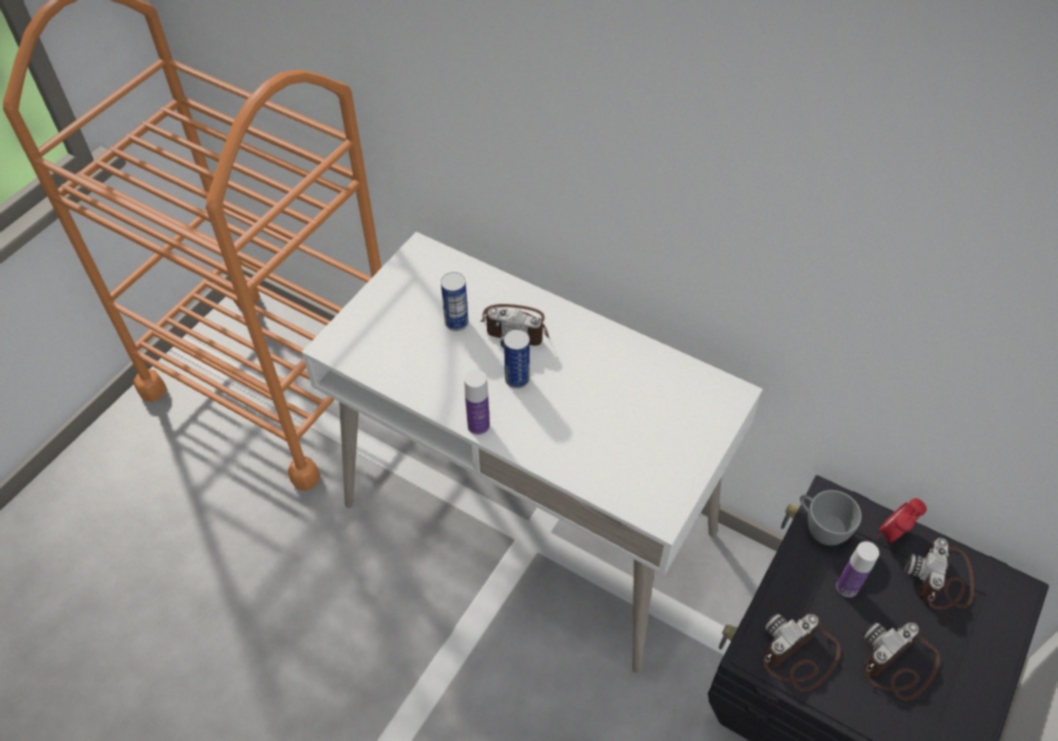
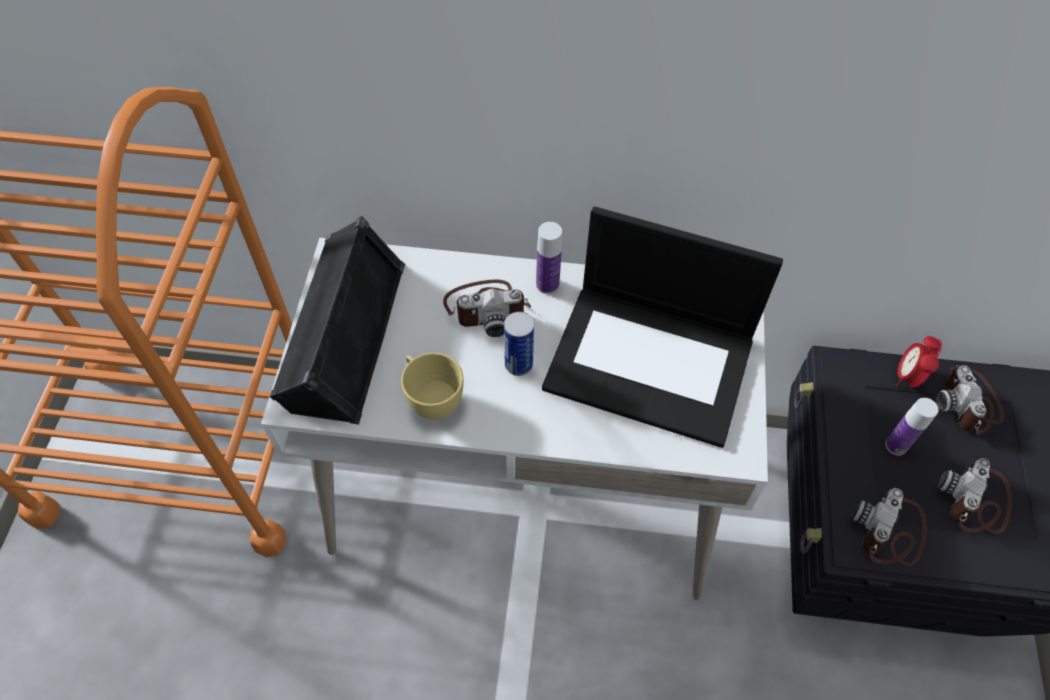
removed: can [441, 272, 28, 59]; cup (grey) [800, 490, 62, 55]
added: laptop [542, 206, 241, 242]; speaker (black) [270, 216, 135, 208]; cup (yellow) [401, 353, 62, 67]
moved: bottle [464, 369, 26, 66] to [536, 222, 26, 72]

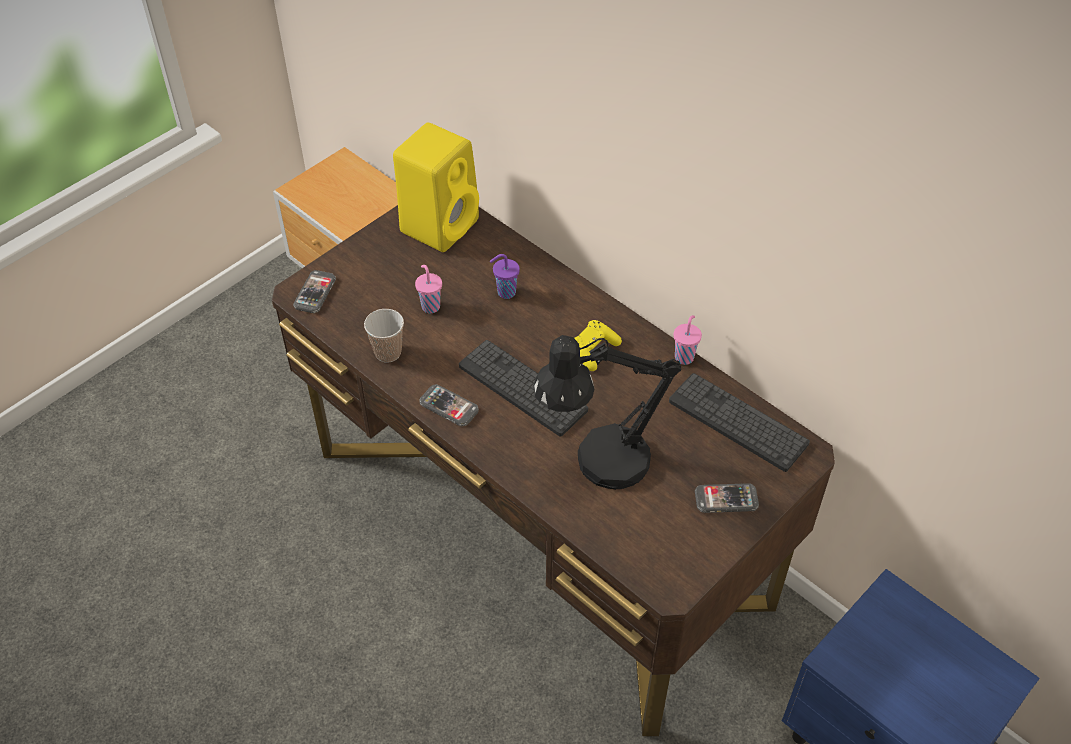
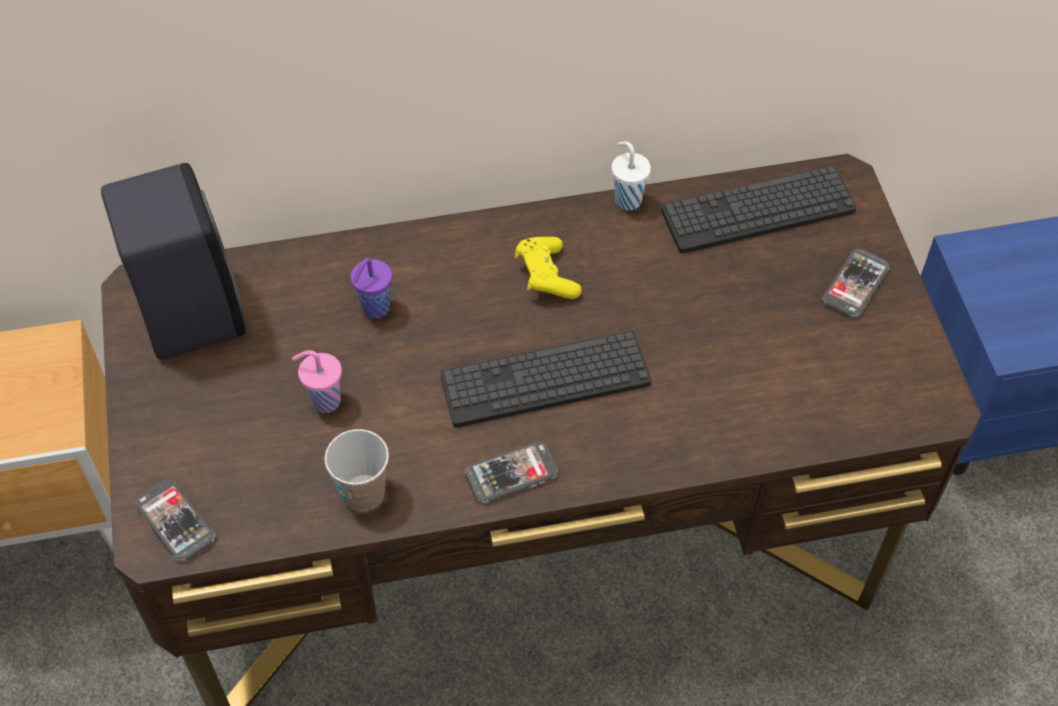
removed: table lamp (black) [533, 335, 149, 155]
recoloured: speaker (yellow) [393, 123, 86, 129] to speaker (black) [101, 163, 145, 197]; cup (pink) [674, 315, 28, 50] to cup (white) [612, 142, 39, 68]

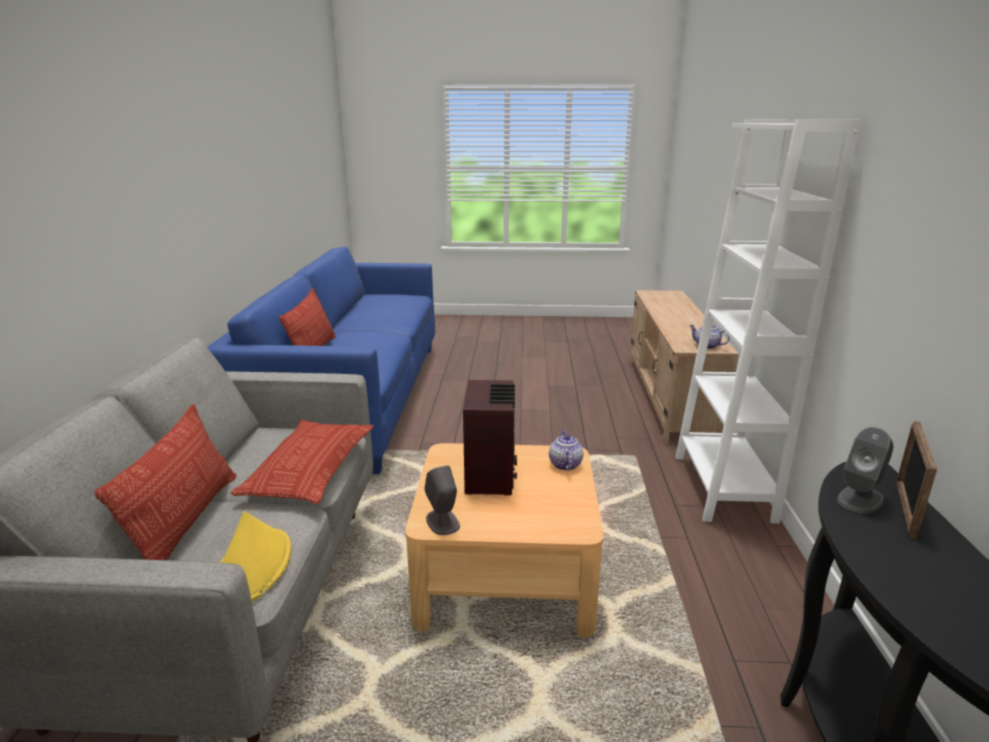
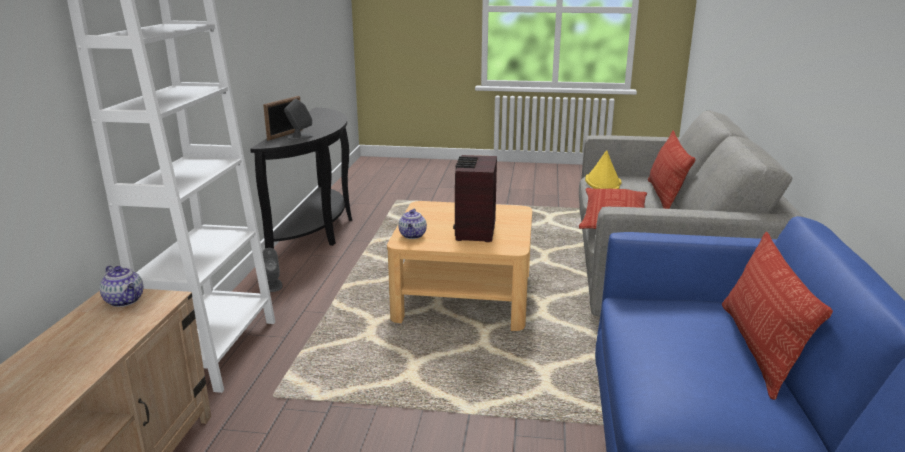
moved: speaker (grey) [424, 466, 36, 69] to [262, 248, 21, 44]

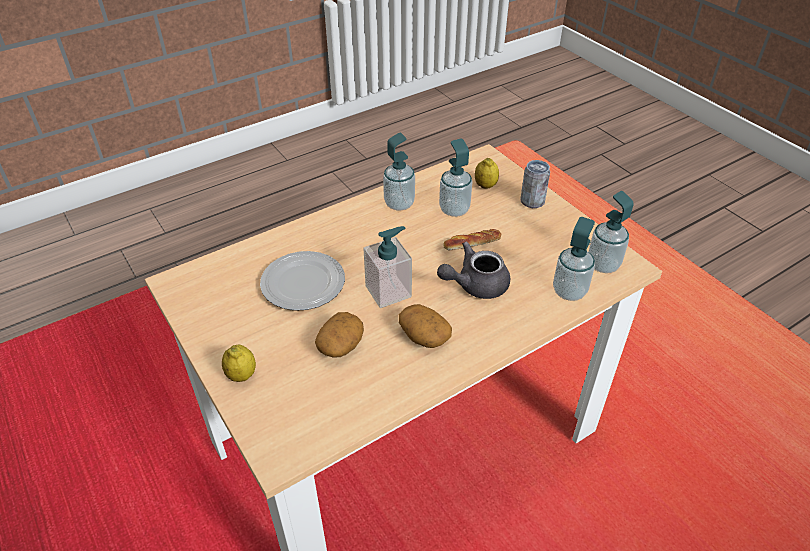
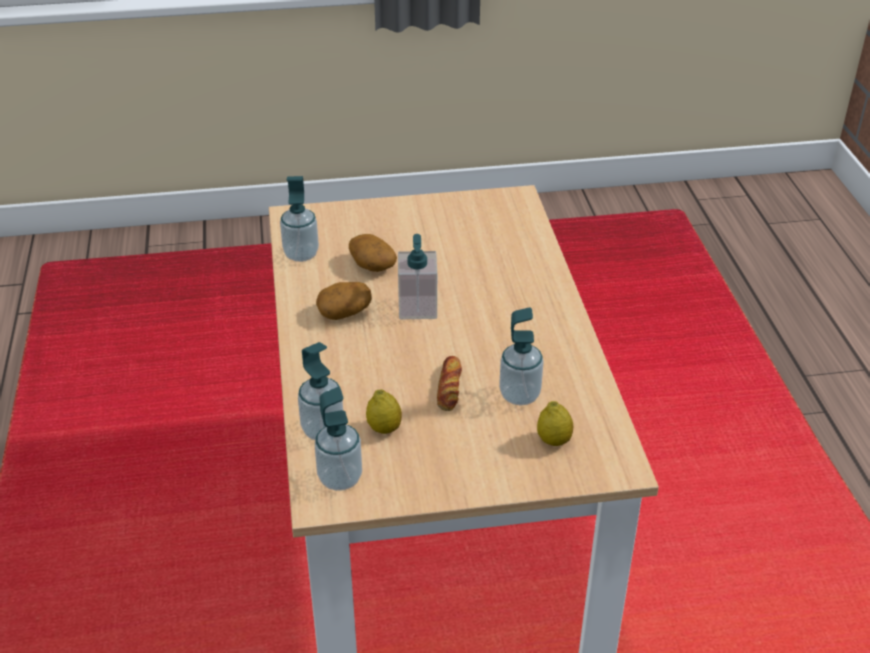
removed: can [520, 160, 30, 48]; teapot (grey) [437, 241, 73, 58]; plate [260, 251, 85, 60]
moved: soap dispenser [383, 133, 32, 78] to [280, 176, 39, 86]; lemon [222, 344, 34, 38] to [366, 389, 36, 45]

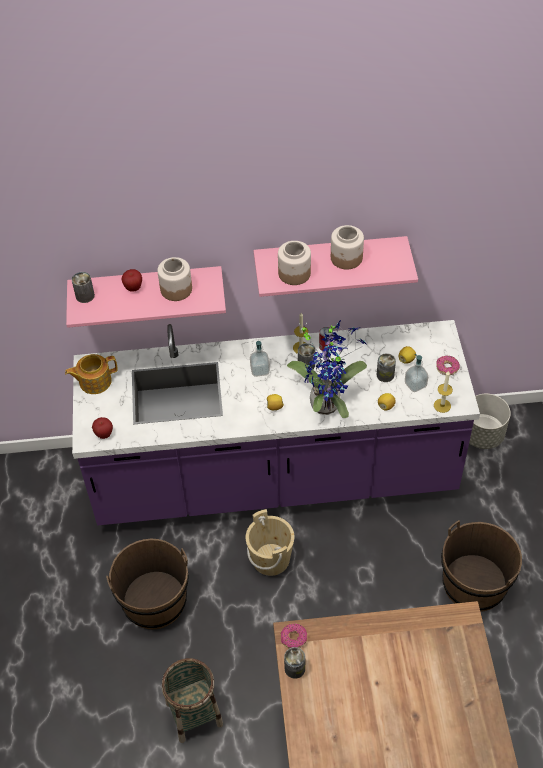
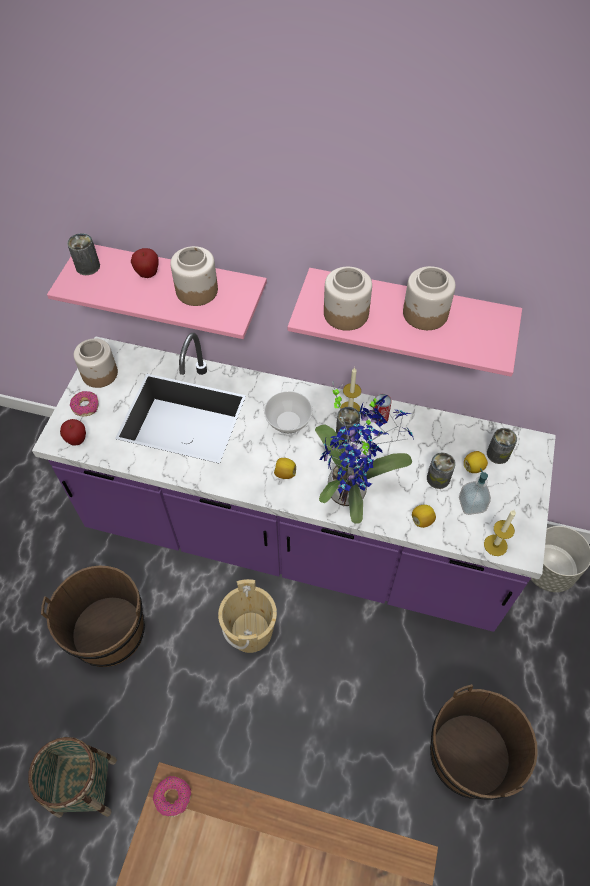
moved: donut [436, 355, 24, 20] to [70, 391, 29, 25]; can [284, 647, 21, 32] to [487, 428, 30, 36]
replaced: soap dispenser [250, 341, 20, 36] to bowl [264, 391, 49, 42]; teapot [65, 354, 53, 40] to jar [74, 338, 44, 50]

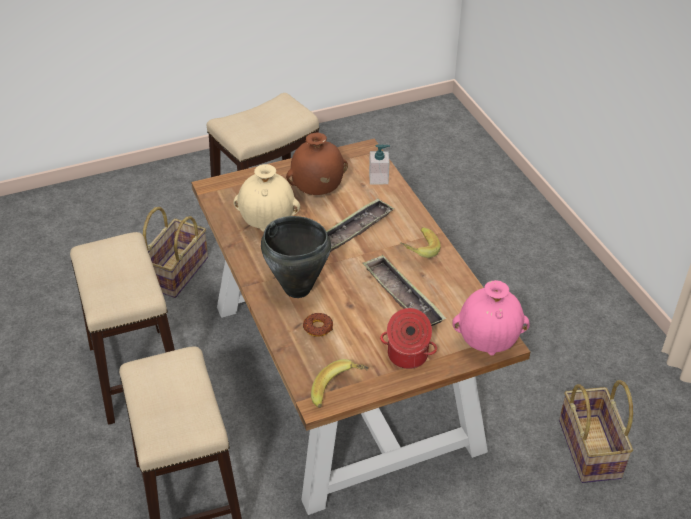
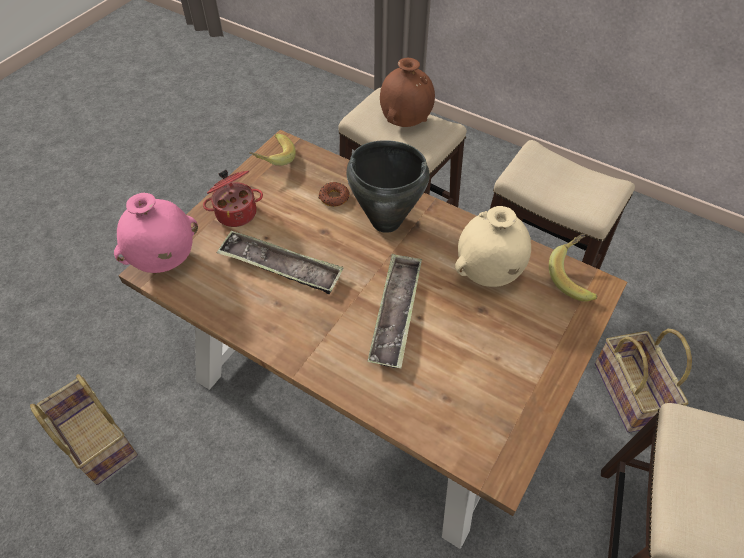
removed: soap dispenser [369, 145, 21, 39]
moved: vase (brown) [286, 133, 62, 62] to [380, 58, 55, 69]; banana [400, 227, 41, 31] to [549, 233, 48, 69]

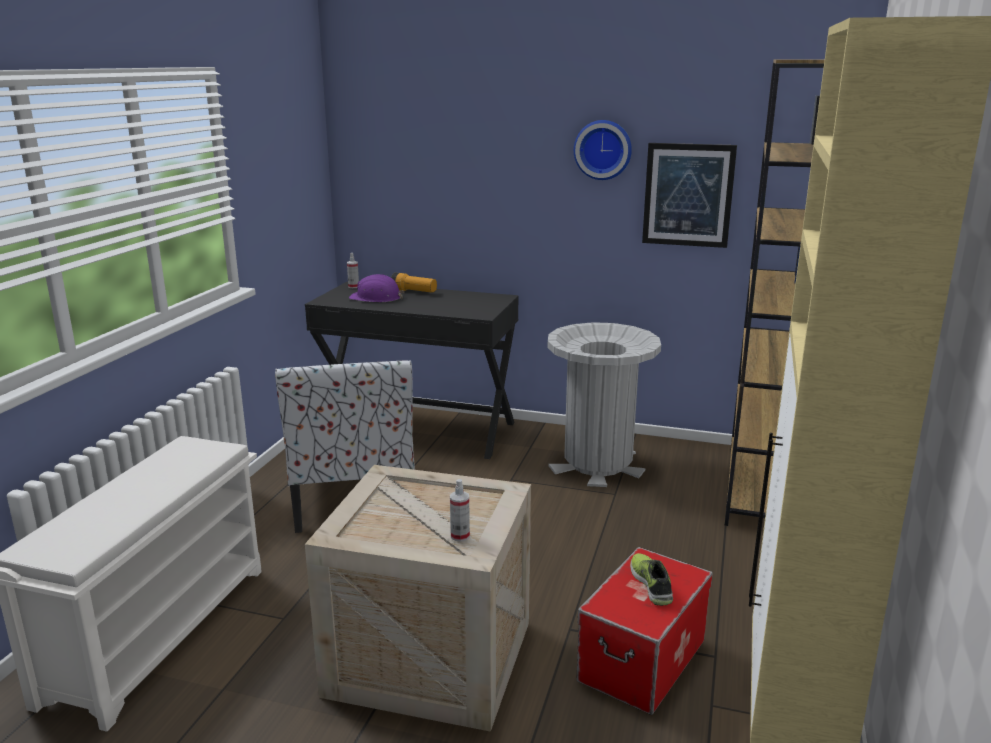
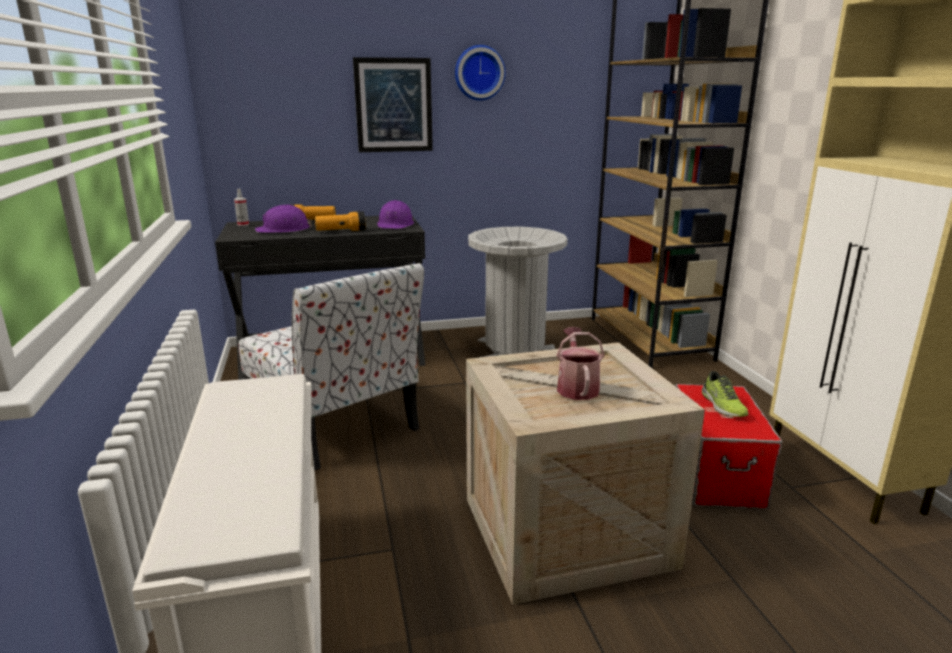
removed: spray bottle [450, 479, 20, 63]
added: hard hat (purple) [377, 200, 37, 29]; flashlight [315, 211, 51, 20]; watering can [556, 327, 49, 73]
moved: picture [642, 143, 95, 105] to [353, 57, 80, 95]
turned: shoe [630, 553, 43, 53] = [702, 371, 47, 46] 150 degrees counterclockwise

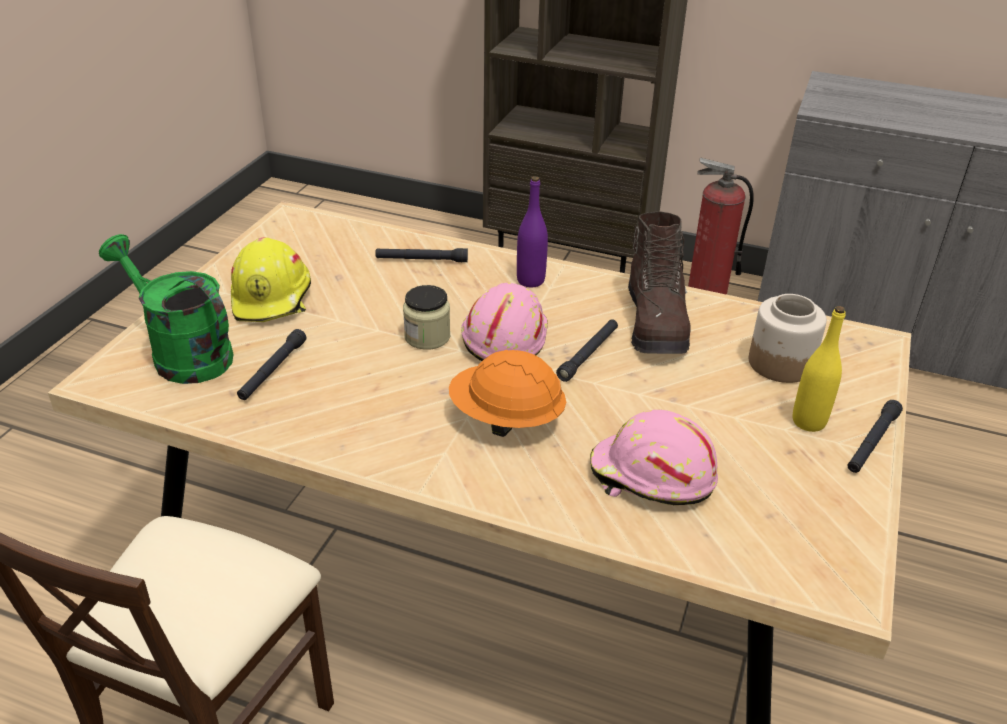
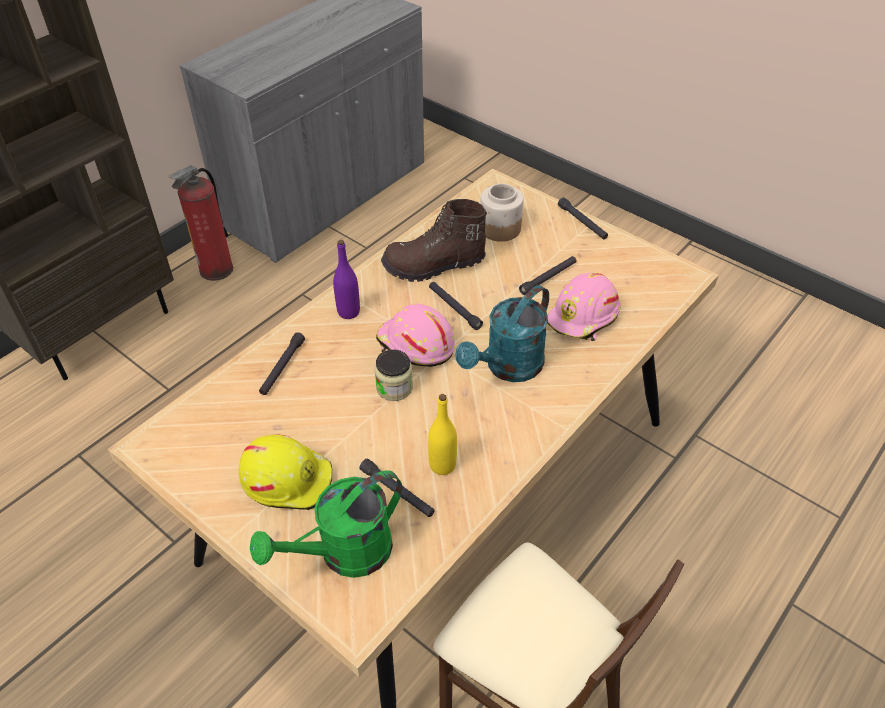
added: flashlight (black) [519, 256, 57, 39]
moved: bottle (yellow) [793, 306, 53, 126] to [428, 394, 29, 81]
replaced: hard hat (orange) [449, 350, 118, 87] to watering can (turquoise) [455, 285, 94, 97]
turned: boot (brown) [628, 211, 62, 143] = [381, 199, 106, 83] 150 degrees clockwise

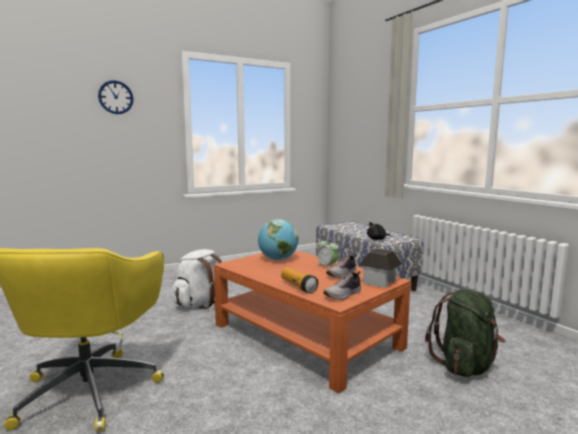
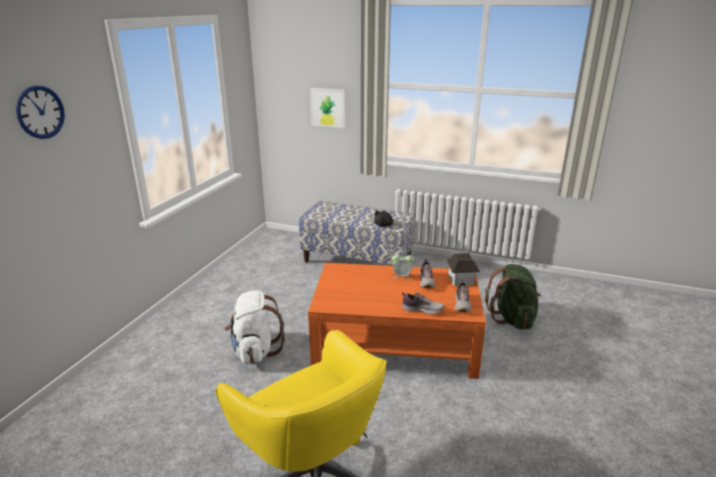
removed: globe [258, 219, 41, 41]
added: picture [310, 88, 36, 40]
replaced: flashlight [281, 267, 37, 26] to shoe [402, 292, 43, 23]

